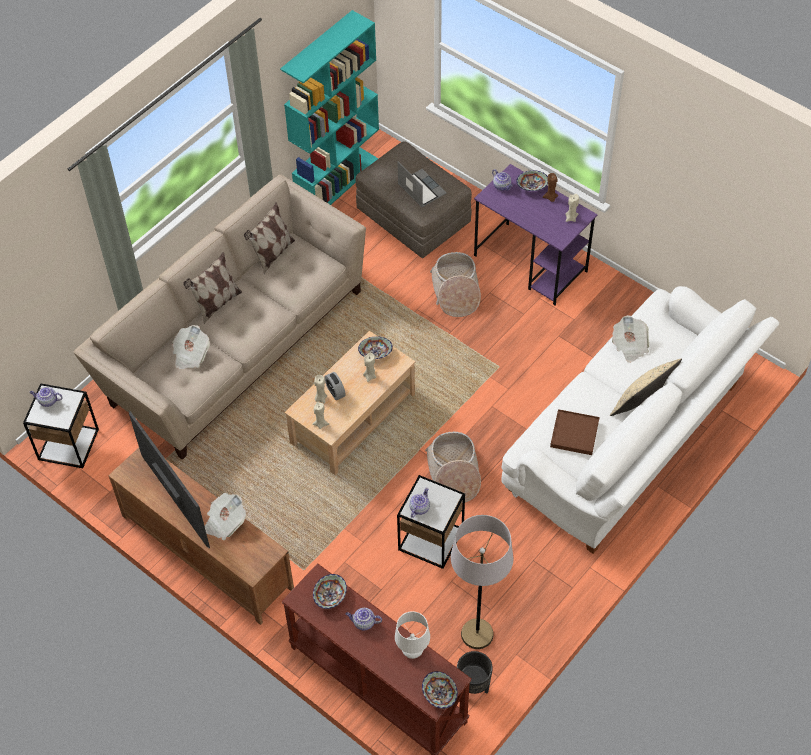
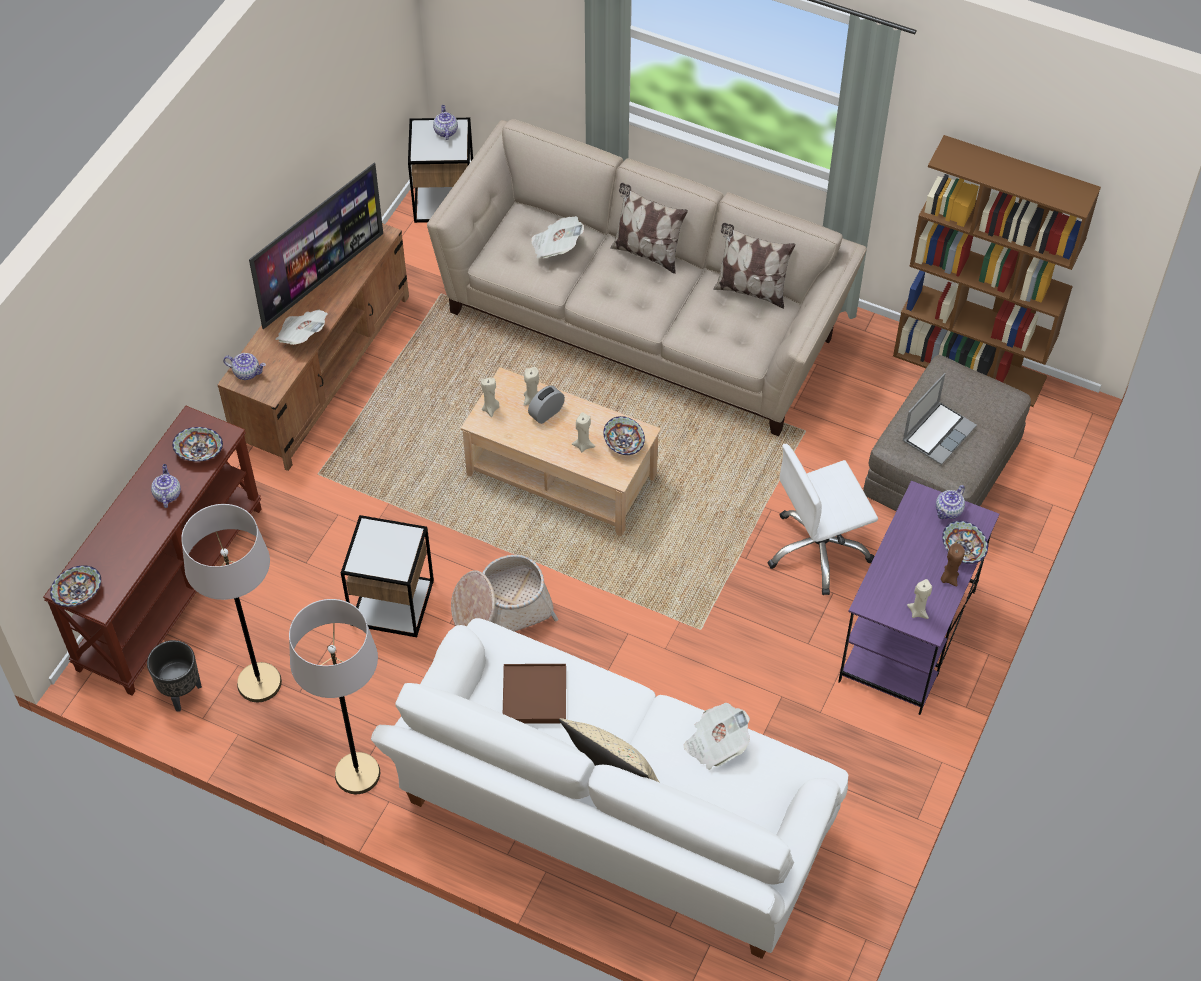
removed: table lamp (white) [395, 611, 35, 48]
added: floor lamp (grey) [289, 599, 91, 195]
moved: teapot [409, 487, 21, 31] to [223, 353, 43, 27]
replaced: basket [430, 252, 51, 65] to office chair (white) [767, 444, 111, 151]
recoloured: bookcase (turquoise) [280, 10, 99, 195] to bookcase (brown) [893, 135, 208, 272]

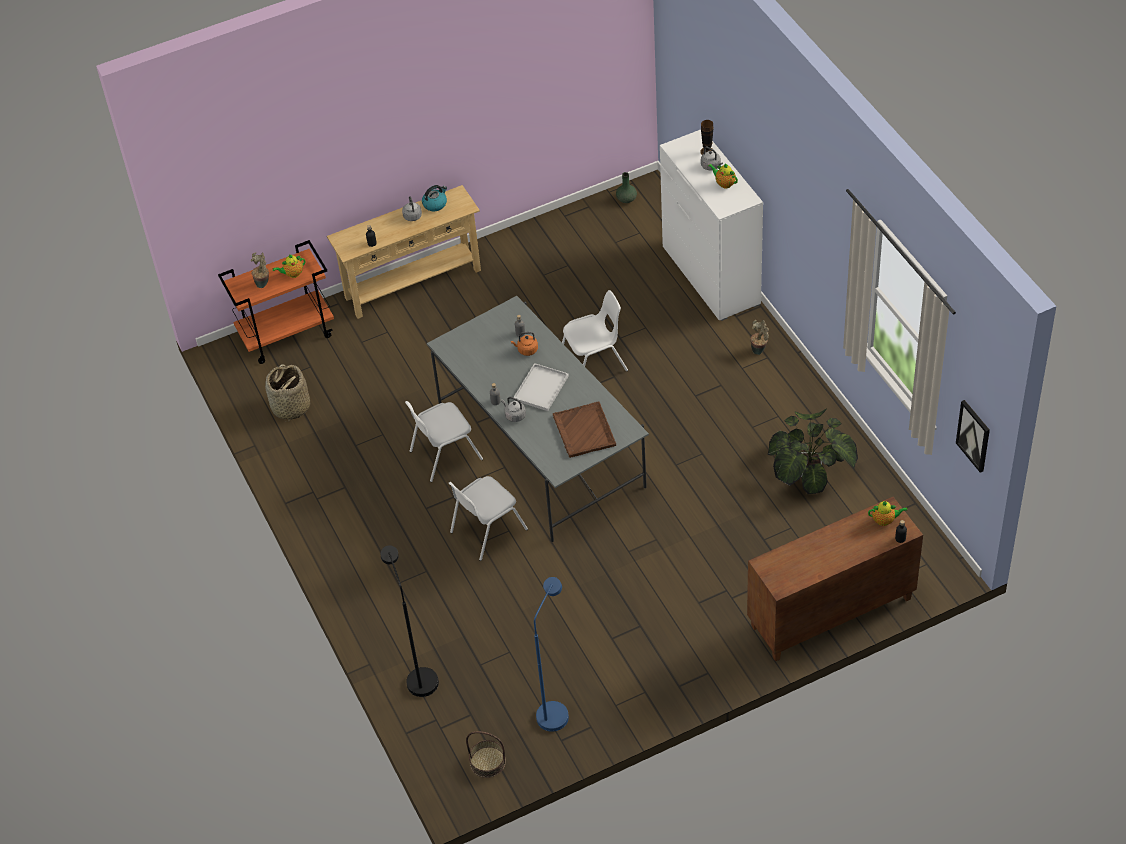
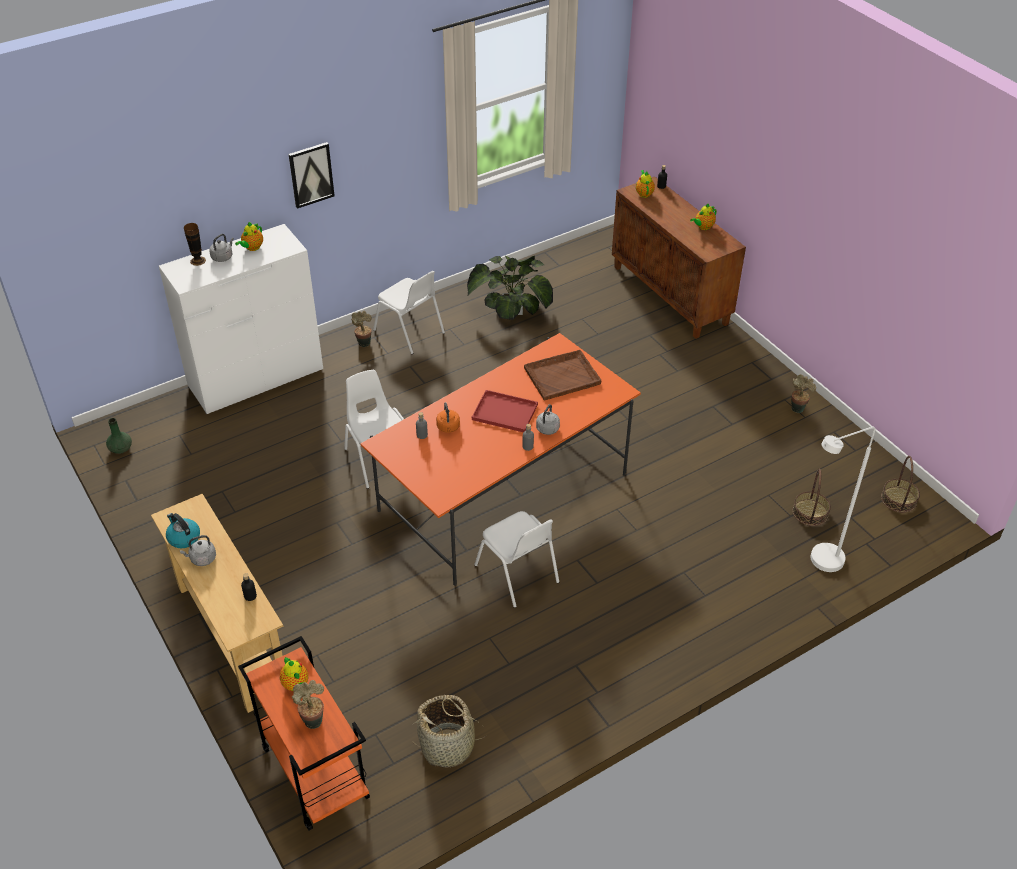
removed: floor lamp (blue) [534, 577, 35, 155]
added: teapot [690, 203, 27, 27]; potted plant [791, 374, 25, 39]; basket [792, 469, 39, 57]
moved: picture [956, 400, 34, 73] to [289, 142, 46, 67]; chair (white) [449, 476, 79, 85] to [373, 271, 72, 83]
recoloured: dining table (grey) [427, 296, 222, 246] to dining table (orange) [360, 333, 281, 253]; tray (white) [513, 363, 56, 48] to tray (red) [472, 390, 66, 42]; floor lamp (black) [380, 545, 59, 152] to floor lamp (white) [811, 427, 64, 145]

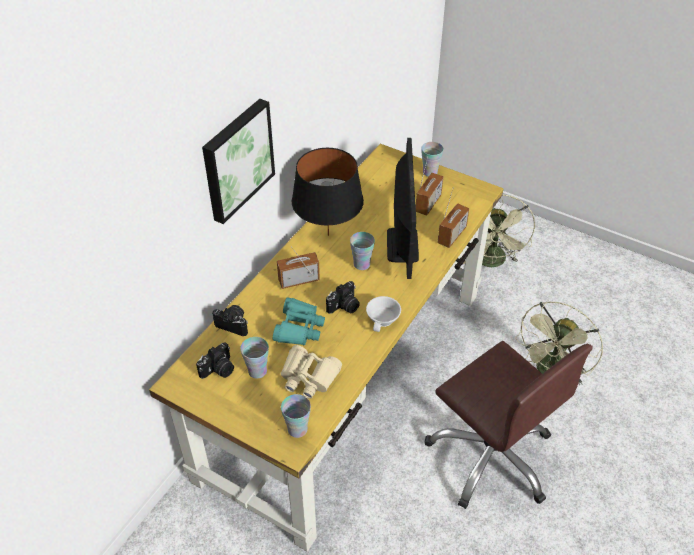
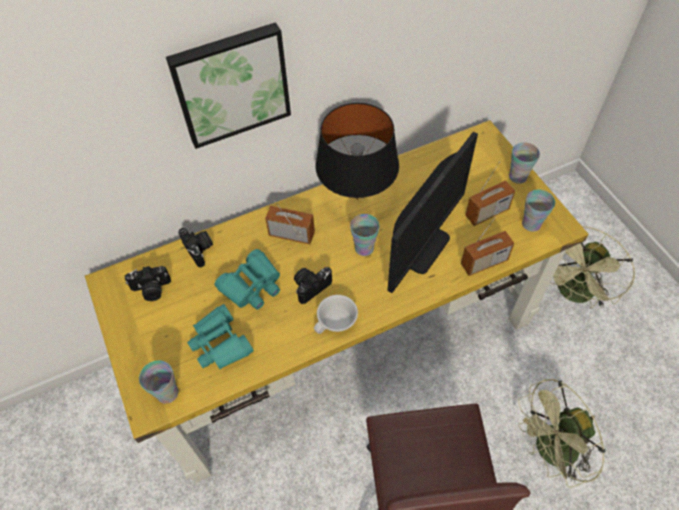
moved: cup [240, 337, 29, 42] to [522, 190, 33, 42]
recoloured: binoculars (beige) [281, 345, 61, 54] to binoculars (turquoise) [187, 304, 67, 65]
turned: photo camera [326, 281, 34, 33] = [294, 267, 38, 37] 150 degrees clockwise

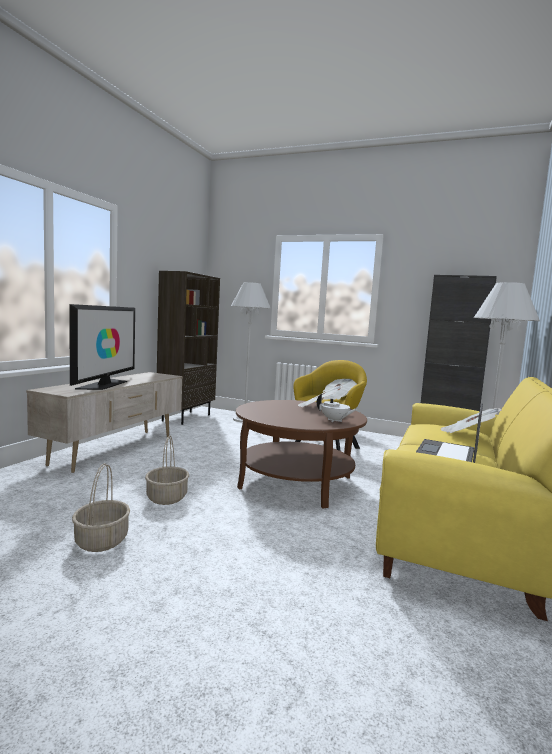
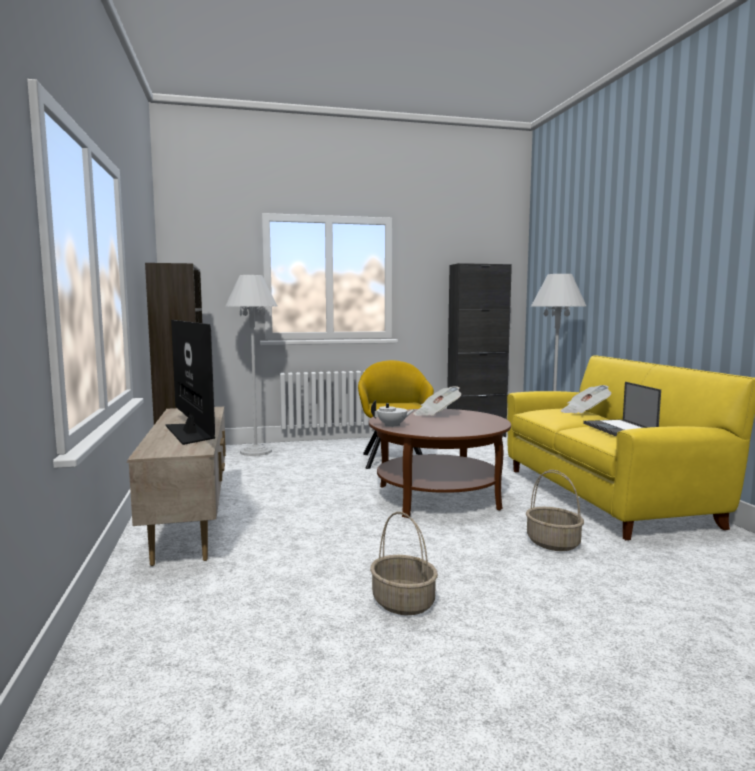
removed: newspaper [323, 379, 34, 21]
moved: teapot (white) [317, 394, 40, 28] to [371, 400, 45, 28]; basket [145, 435, 44, 70] to [526, 470, 58, 81]

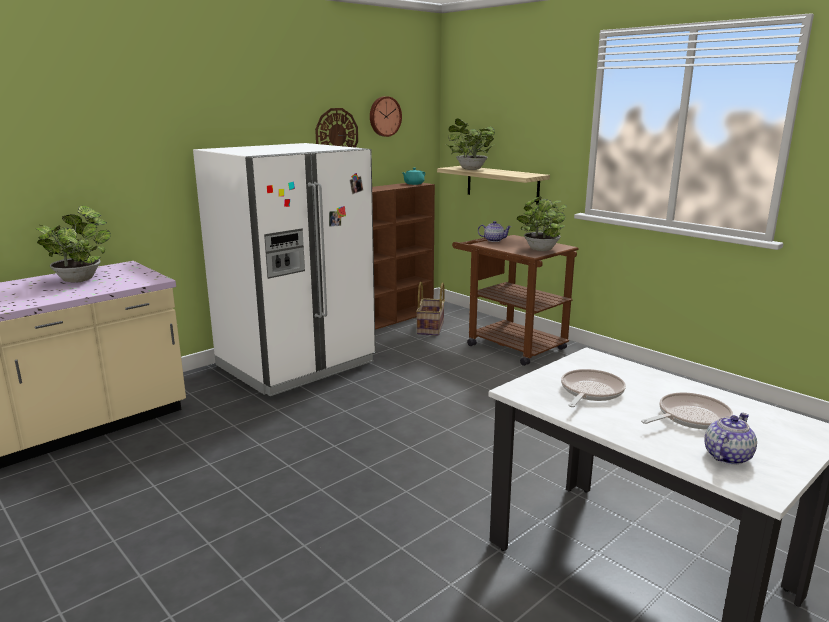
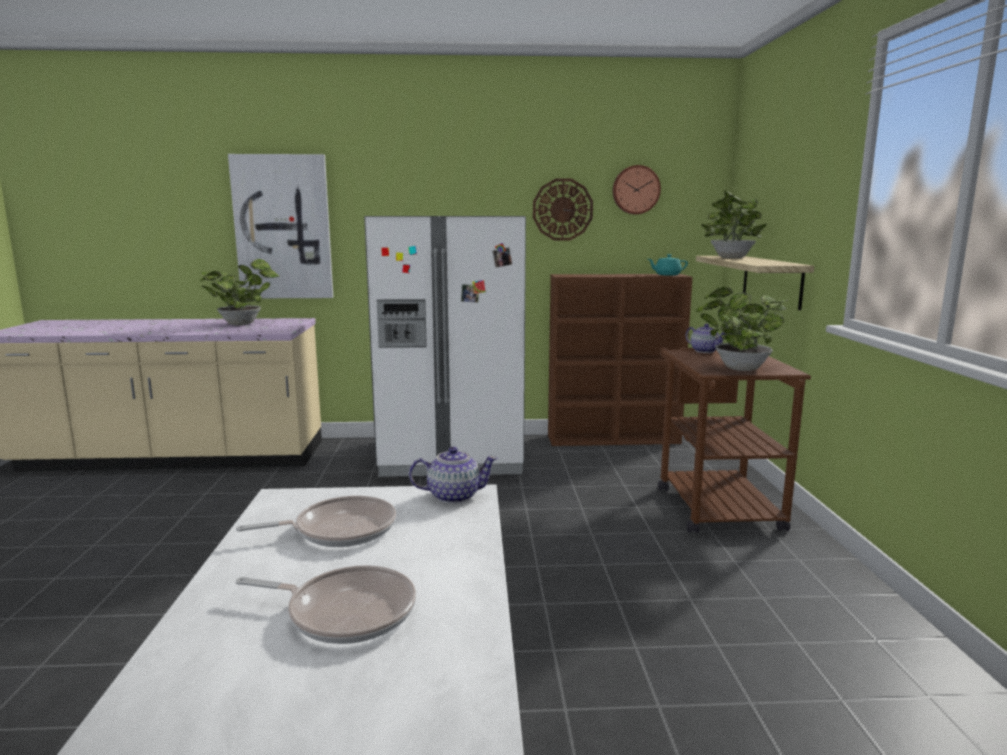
removed: basket [416, 282, 29, 53]
added: picture [228, 154, 105, 144]
moved: teapot [704, 413, 53, 52] to [409, 447, 89, 57]

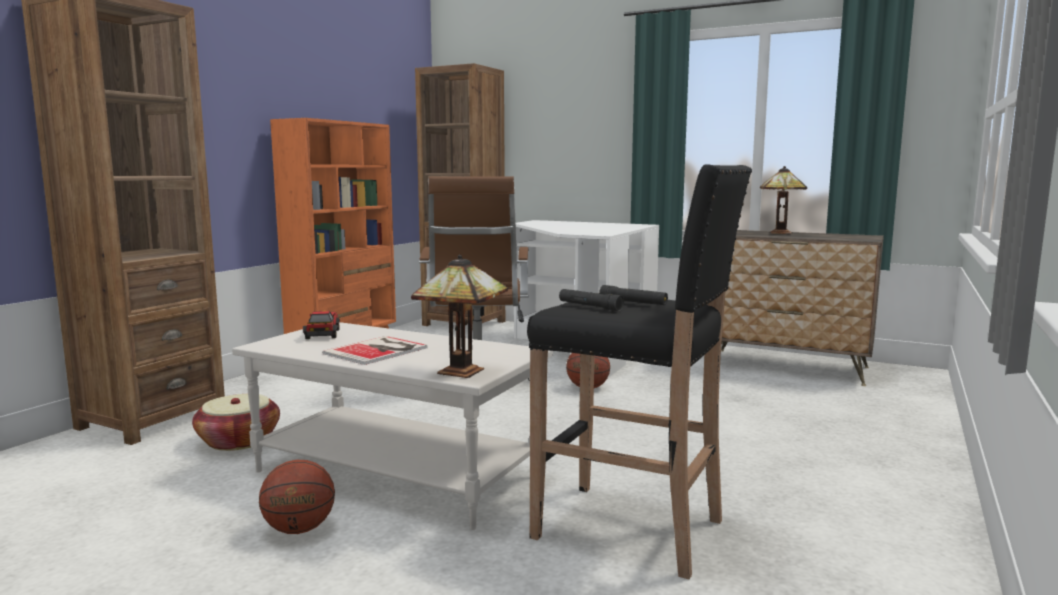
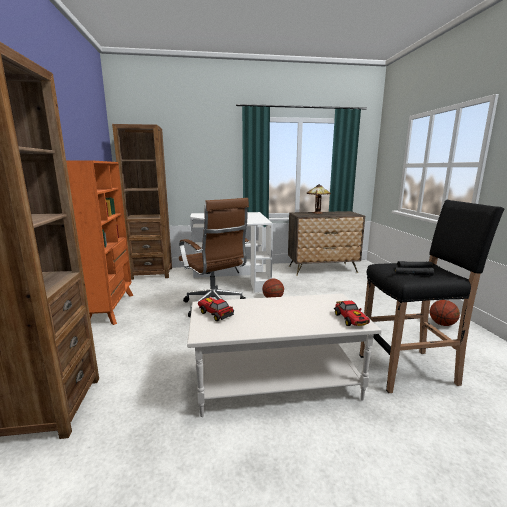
removed: book [322, 336, 105, 29]; basket [192, 394, 88, 57]
moved: basketball [259, 460, 76, 74] to [430, 300, 30, 26]
replaced: table lamp [411, 254, 97, 124] to toy car [334, 301, 36, 25]

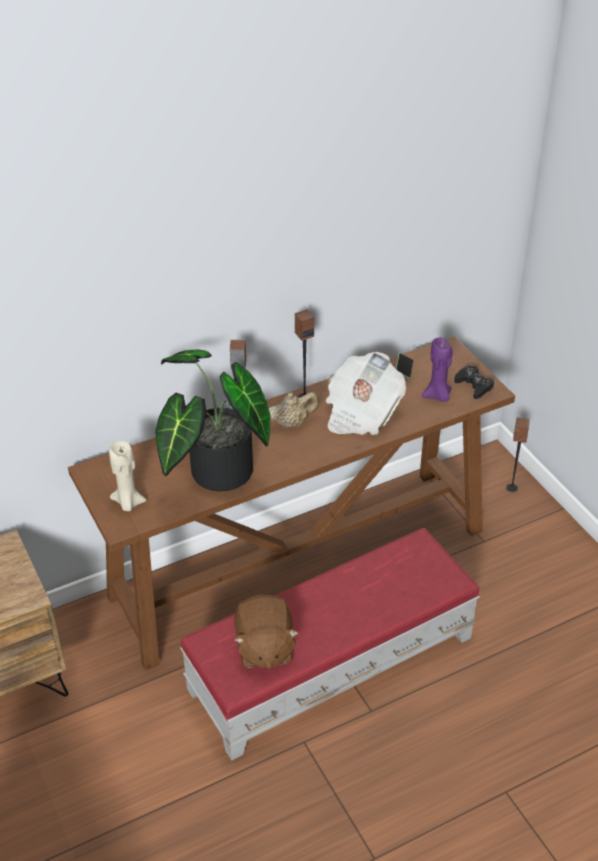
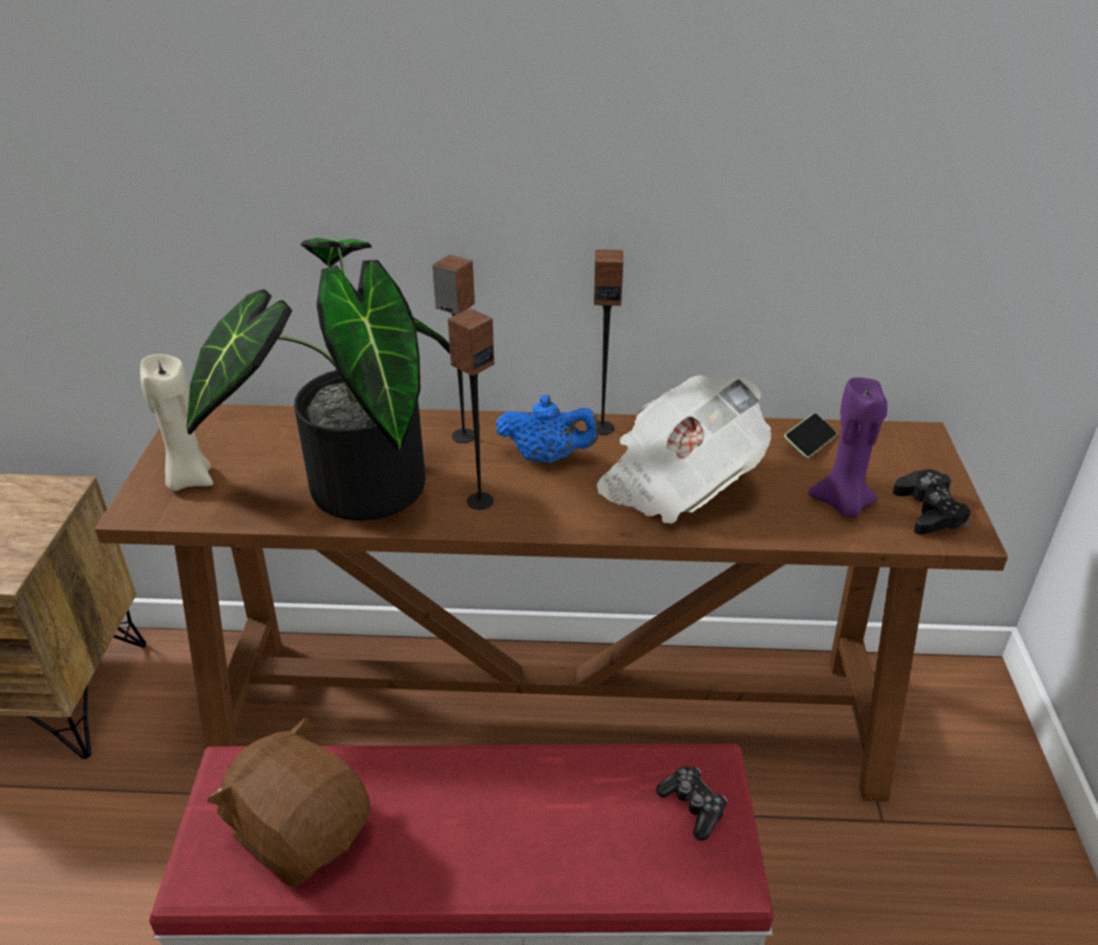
added: game controller [656, 766, 71, 75]
moved: speaker [506, 418, 24, 74] to [448, 308, 46, 202]
recoloured: teapot (beige) [269, 392, 50, 36] to teapot (blue) [496, 395, 104, 68]
turned: plush toy (brown) [234, 595, 65, 74] = [207, 717, 163, 170] 105 degrees clockwise

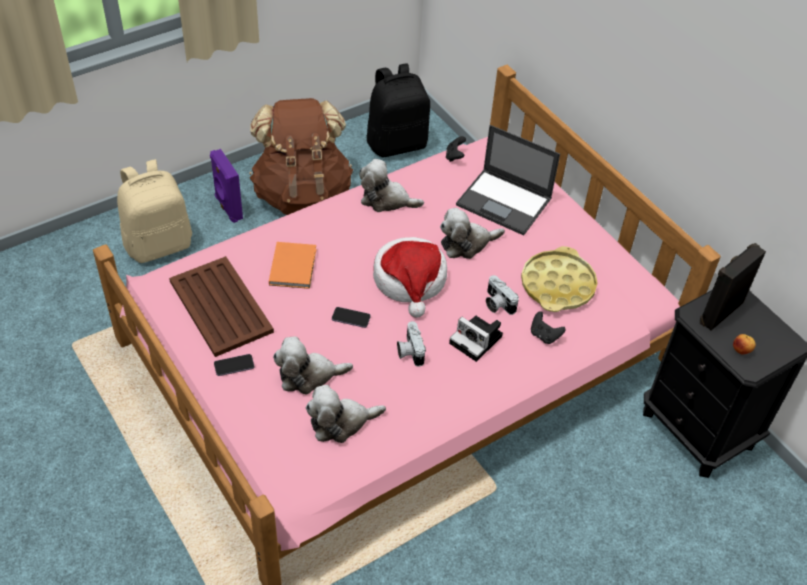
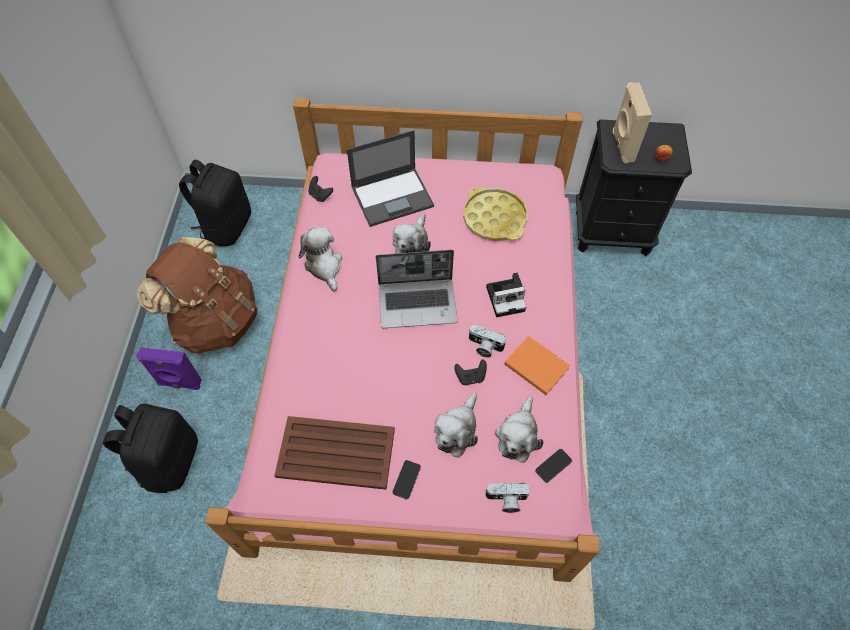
moved: book (orange) [269, 242, 47, 47] to [504, 336, 66, 59]; photo camera [486, 275, 33, 40] to [485, 483, 46, 30]; phone [332, 307, 39, 21] to [535, 449, 37, 34]; game controller (black) [531, 311, 35, 33] to [454, 359, 33, 26]
replaced: hat [373, 237, 74, 81] to laptop [376, 250, 82, 78]
recoloured: backpack (beige) [117, 159, 75, 104] to backpack (black) [103, 404, 95, 89]; speaker (black) [700, 243, 66, 87] to speaker (beige) [612, 82, 40, 81]
turned: plush toy [359, 159, 65, 53] = [299, 227, 43, 65] 105 degrees clockwise

